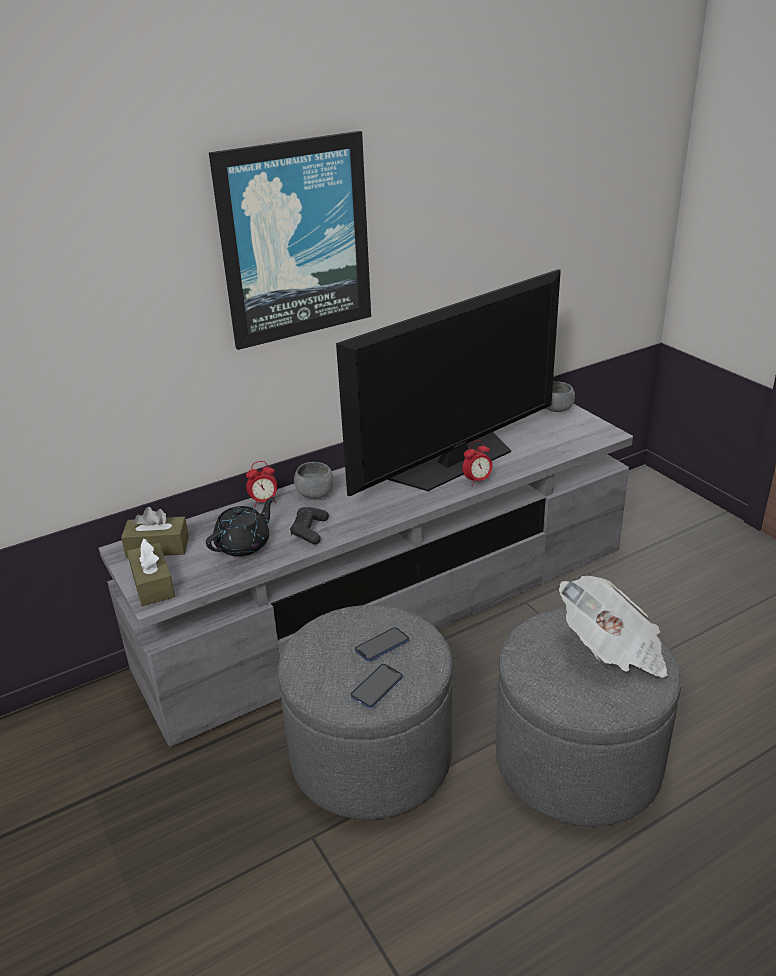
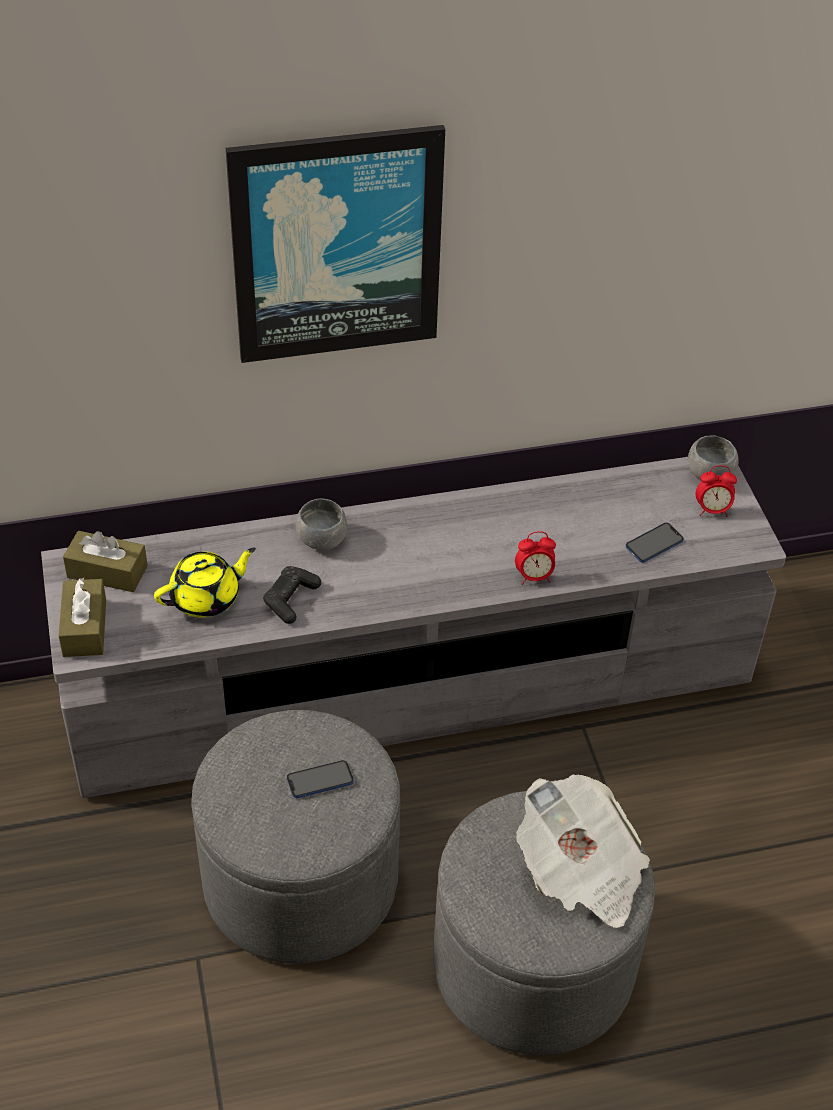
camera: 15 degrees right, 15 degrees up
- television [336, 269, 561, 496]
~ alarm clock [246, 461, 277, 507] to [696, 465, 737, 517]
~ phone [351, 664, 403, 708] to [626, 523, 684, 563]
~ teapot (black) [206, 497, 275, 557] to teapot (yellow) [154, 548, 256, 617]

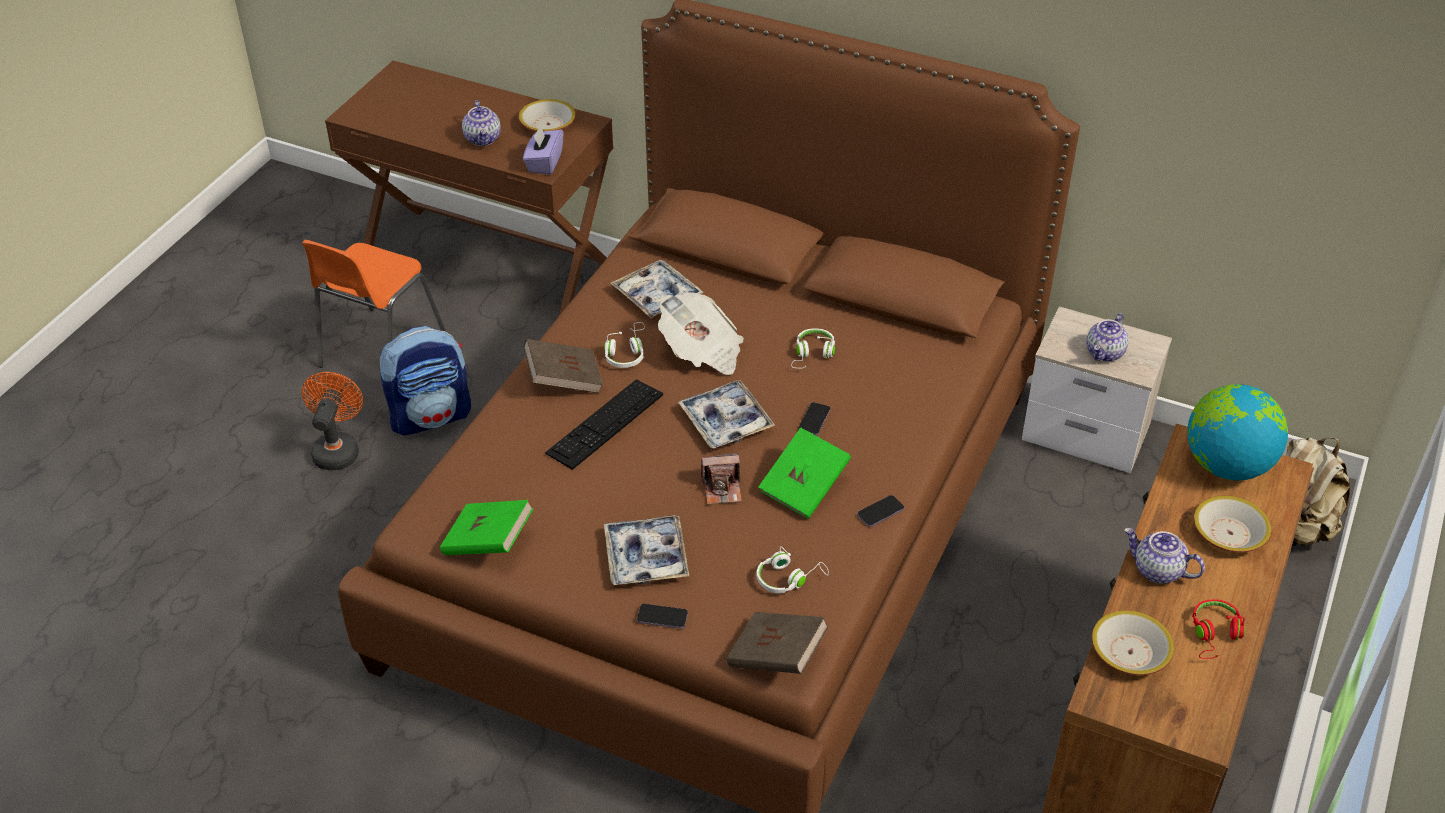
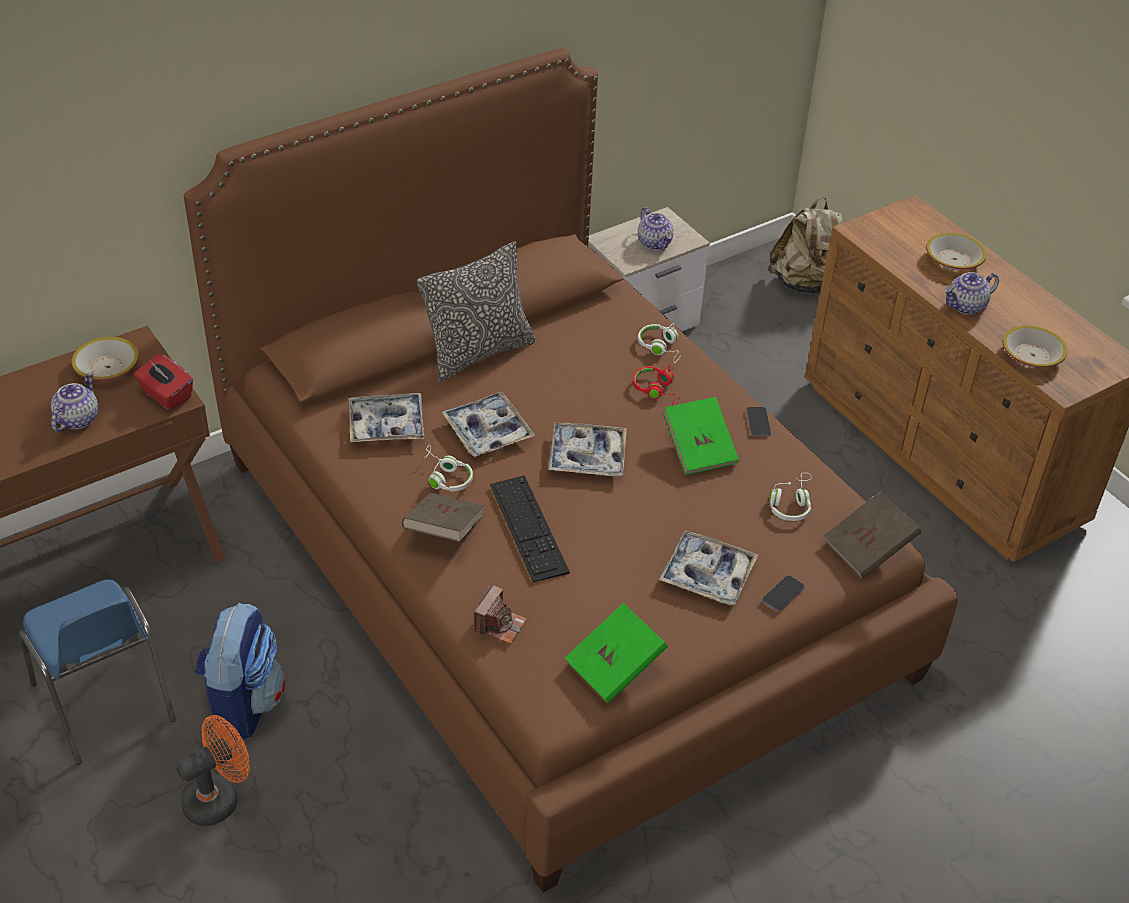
camera: 60 degrees left, 0 degrees up
- phone [798, 402, 830, 435]
- globe [1187, 384, 1288, 480]
+ pillow [417, 241, 535, 382]
~ photo camera [700, 453, 742, 505] to [474, 585, 527, 644]
~ headphones (white) [791, 328, 835, 368] to [638, 323, 681, 363]
~ headphones (red) [1192, 600, 1246, 659] to [633, 365, 680, 406]
~ newspaper [658, 292, 744, 375] to tray [442, 392, 535, 457]
~ chair (orange) [302, 240, 446, 368] to chair (blue) [19, 580, 176, 765]
~ tissue box (purple) [523, 125, 564, 175] to tissue box (red) [134, 353, 193, 410]
~ fan (orange) [302, 372, 363, 470] = [176, 715, 250, 826] 105 degrees clockwise
~ teapot [462, 100, 501, 146] = [51, 372, 98, 432] 90 degrees counterclockwise

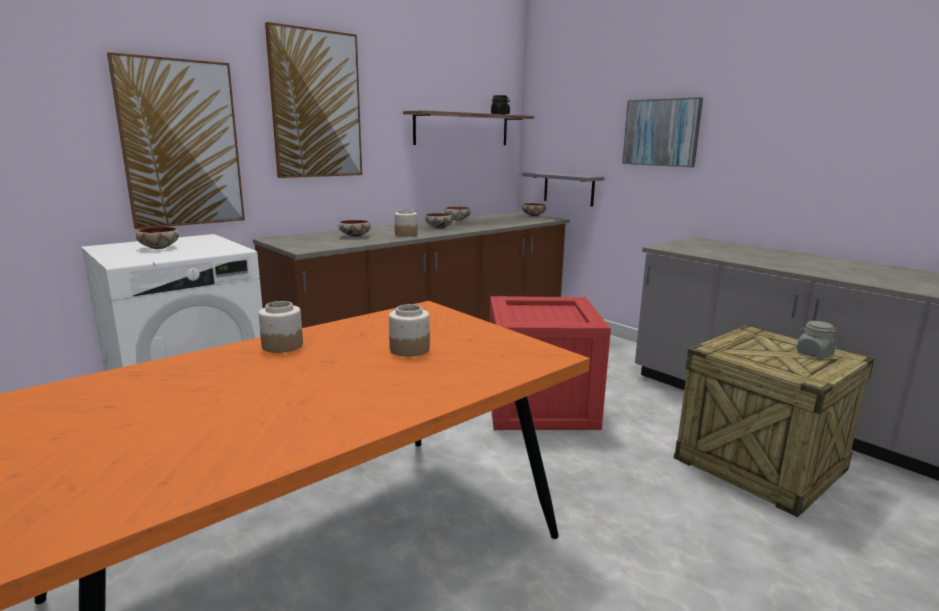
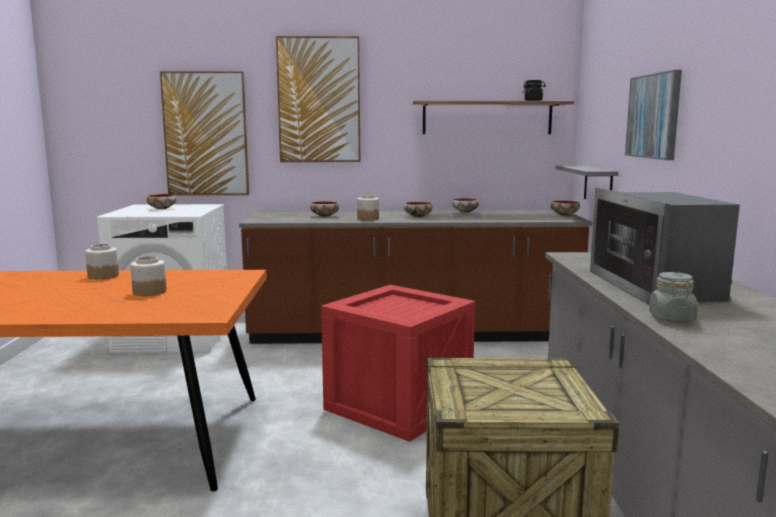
camera: 40 degrees right, 5 degrees down
+ microwave [590, 188, 740, 305]
~ jar (grey) [796, 321, 838, 358] to [649, 272, 698, 322]

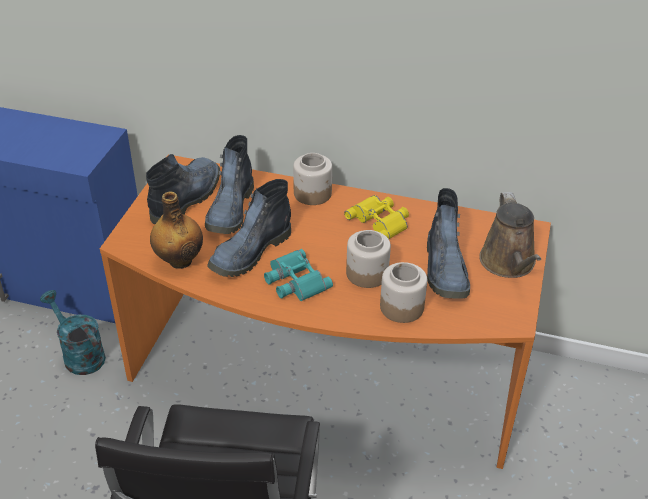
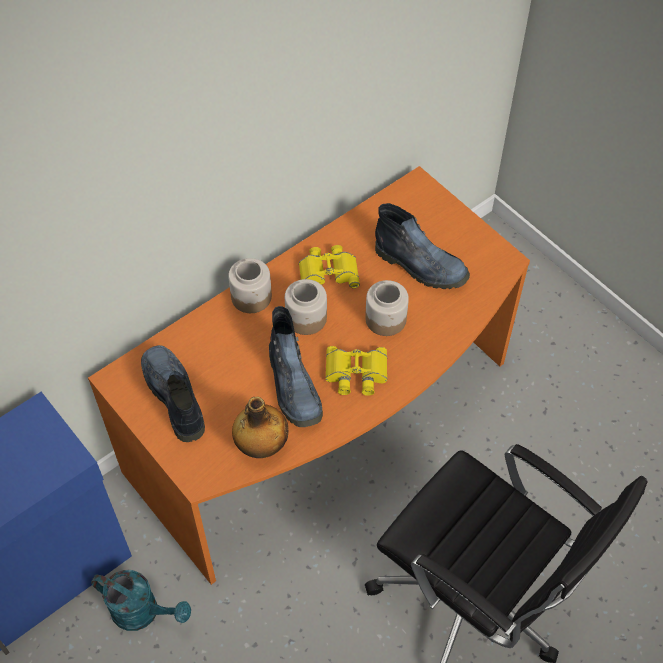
camera: 55 degrees left, 15 degrees up
- boot [205, 135, 254, 234]
- watering can (brown) [479, 192, 541, 278]
~ jar [380, 262, 427, 323] to [285, 279, 327, 335]
~ binoculars (turquoise) [264, 249, 333, 301] to binoculars (yellow) [325, 346, 387, 396]
~ watering can (turquoise) [40, 290, 106, 375] = [91, 570, 191, 631] 150 degrees counterclockwise

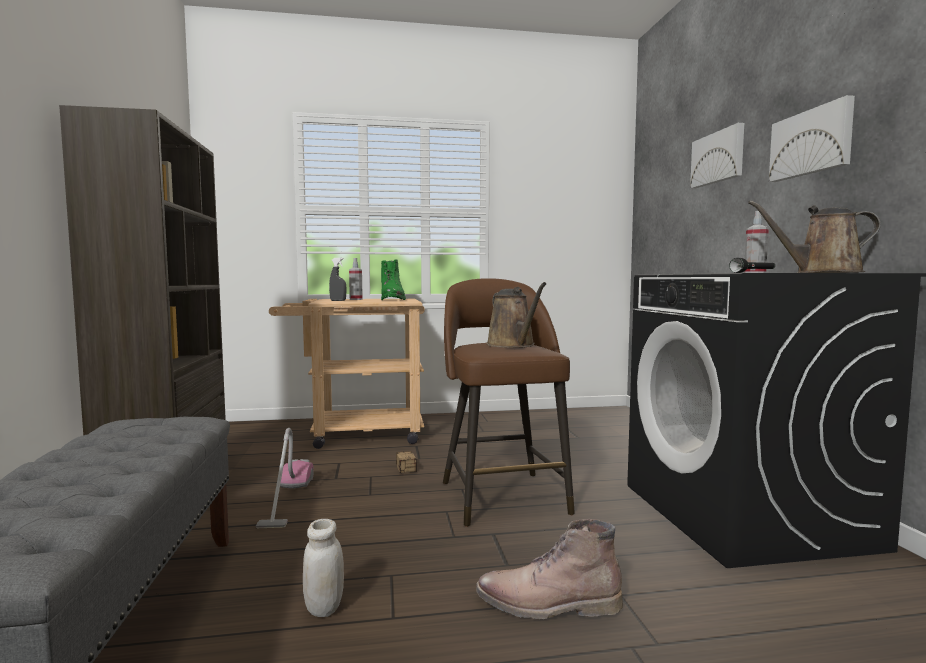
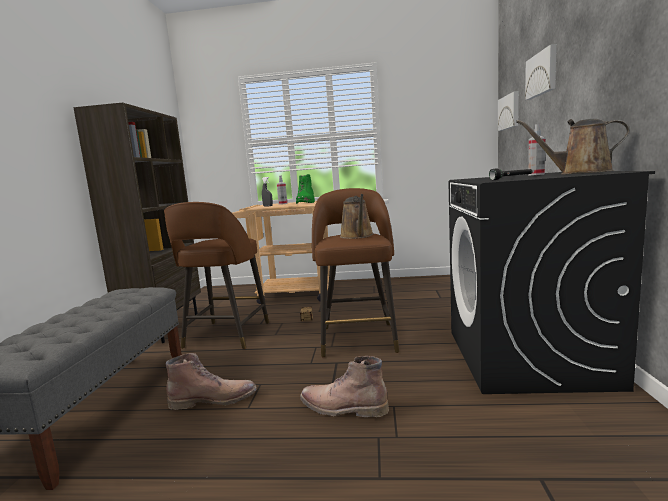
camera: 15 degrees right, 5 degrees up
~ picture [769, 95, 855, 182] to [498, 91, 519, 131]
~ vacuum cleaner [256, 428, 314, 528] to stool (brown) [164, 202, 269, 349]
~ jar (white) [303, 519, 344, 617] to boot (brown) [166, 353, 257, 410]

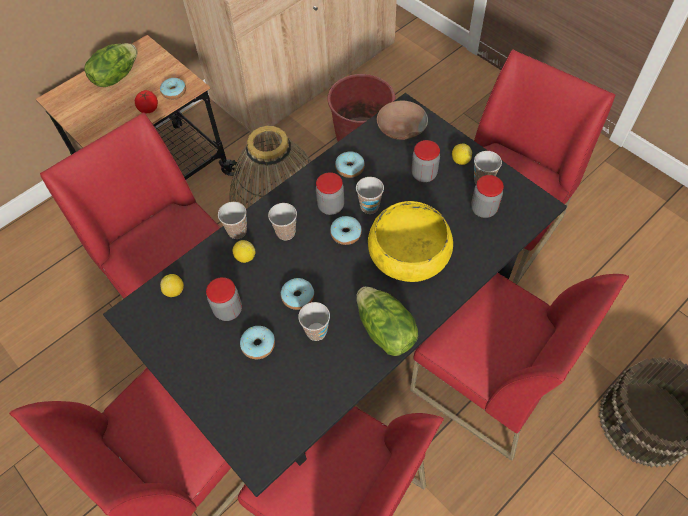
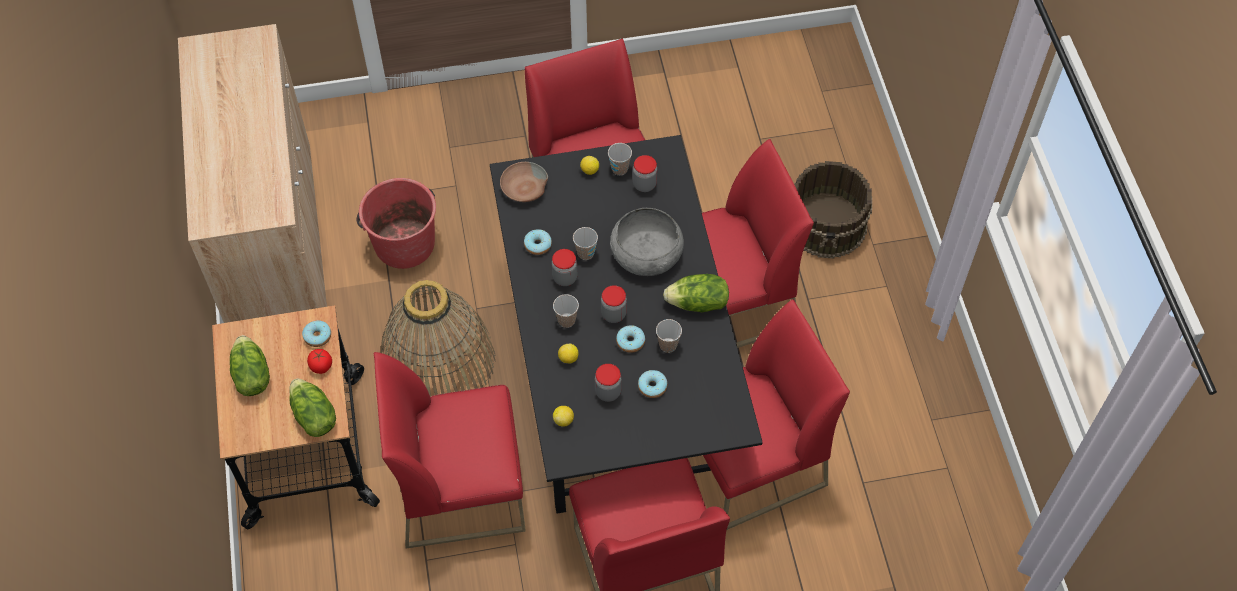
camera: 60 degrees left, 0 degrees up
- cup [218, 202, 247, 239]
- donut [330, 216, 362, 245]
+ lettuce [289, 379, 336, 437]
~ jar [411, 140, 440, 182] to [601, 285, 627, 323]
~ bowl (yellow) [368, 201, 453, 282] to bowl (grey) [610, 208, 684, 276]

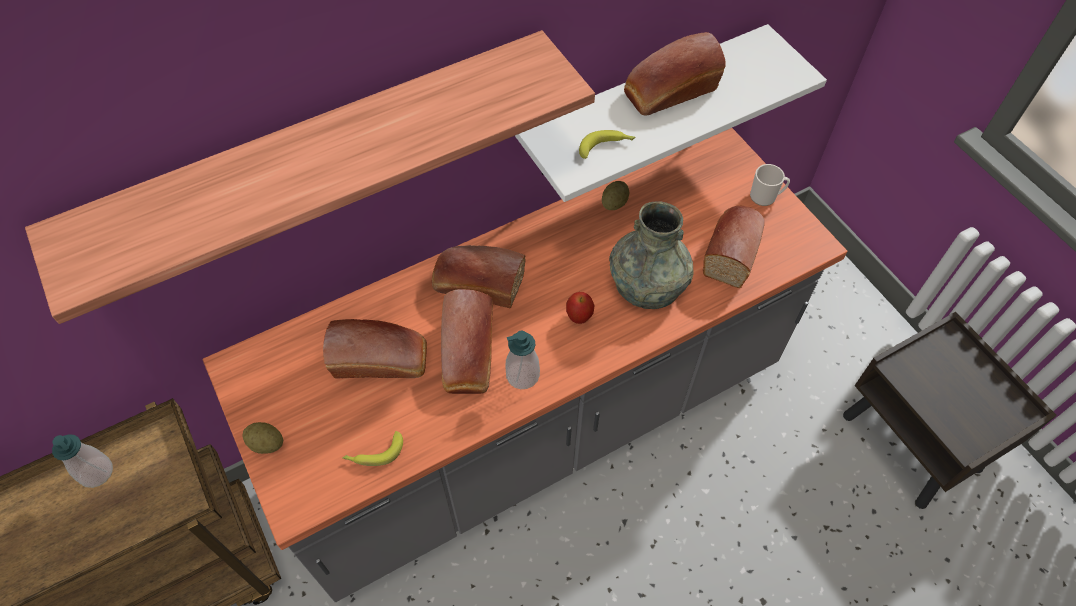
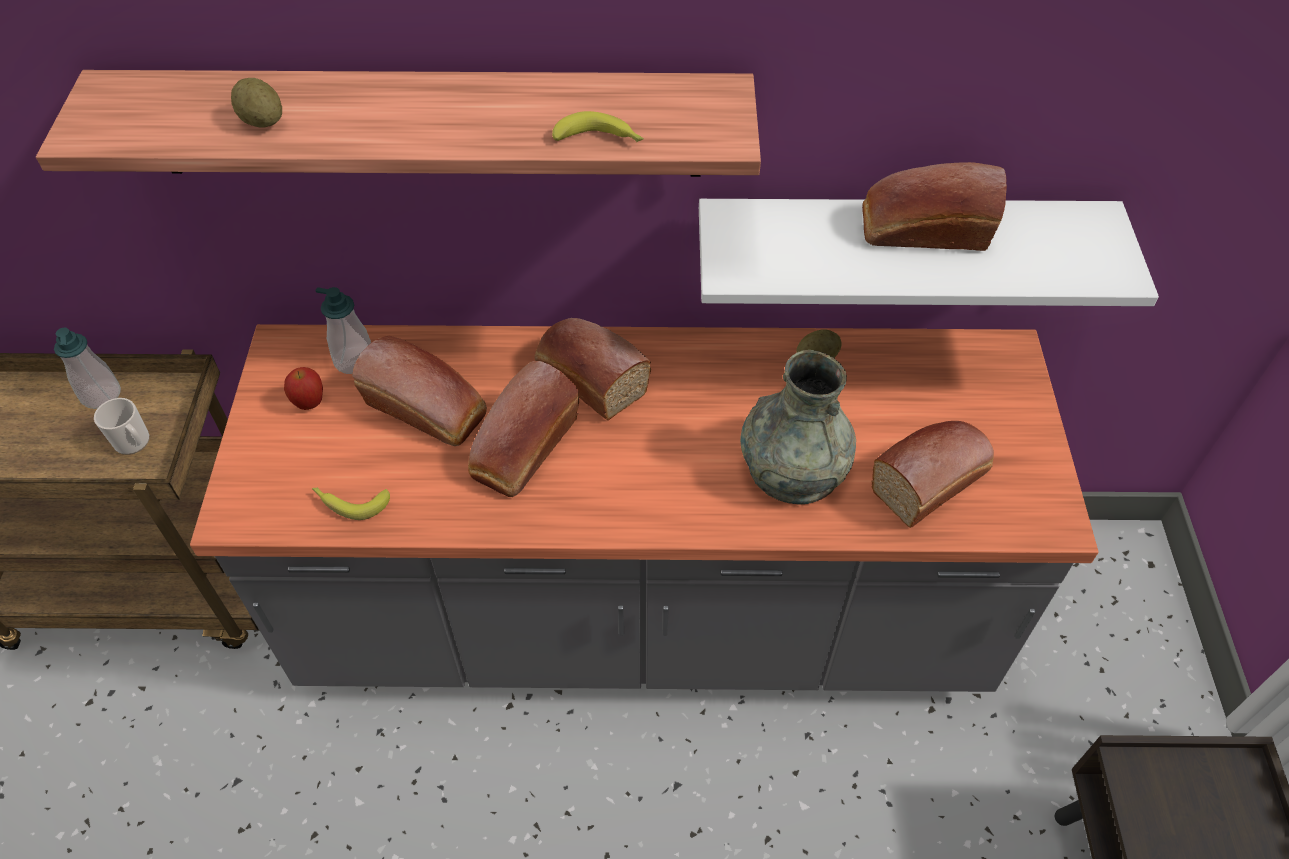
camera: 30 degrees right, 5 degrees down
~ potato [242, 422, 283, 454] to [231, 78, 282, 128]
~ soap dispenser [505, 331, 540, 389] to [316, 287, 371, 374]
~ apple [566, 292, 594, 324] to [284, 367, 323, 410]
~ banana [579, 130, 635, 159] to [552, 111, 644, 142]
~ mug [750, 164, 790, 206] to [94, 398, 150, 455]

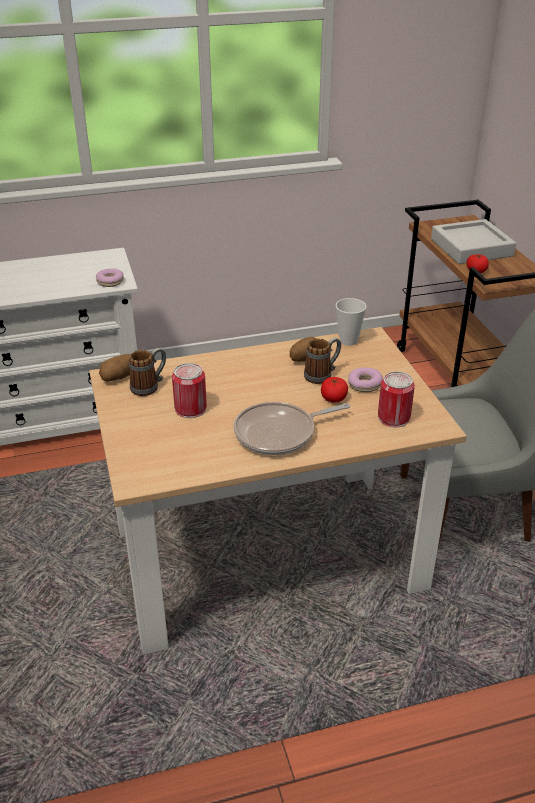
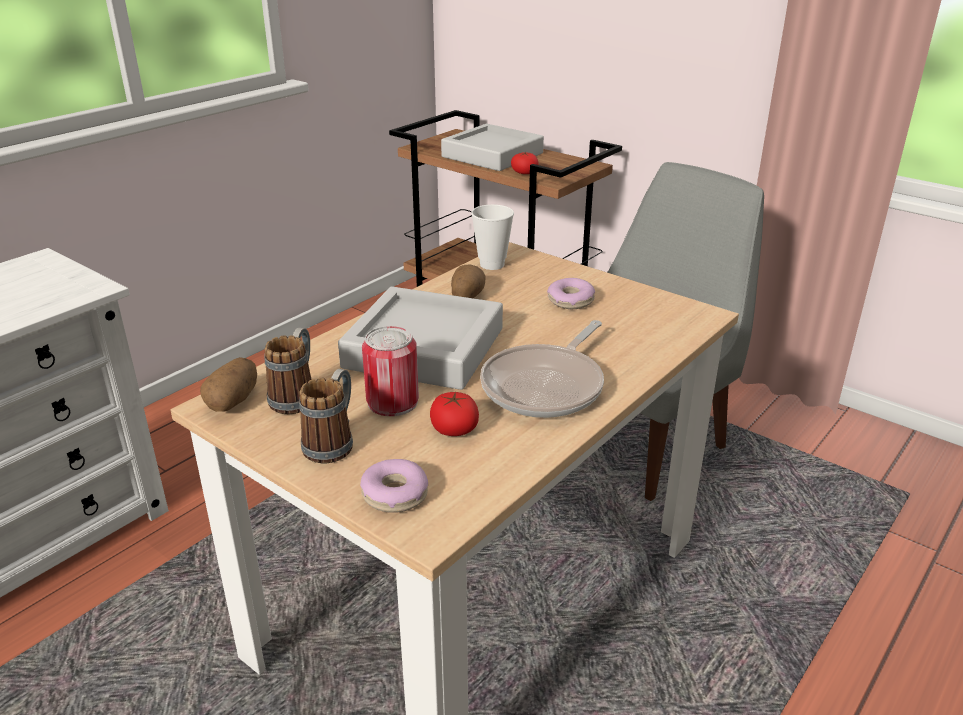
camera: 35 degrees left, 5 degrees down
- can [378, 372, 415, 427]
+ tray (grey) [338, 287, 503, 390]
~ donut [96, 268, 124, 287] to [360, 459, 428, 513]
~ mug [304, 338, 341, 384] to [299, 369, 353, 463]
~ tomato [321, 377, 348, 403] to [430, 392, 479, 436]

